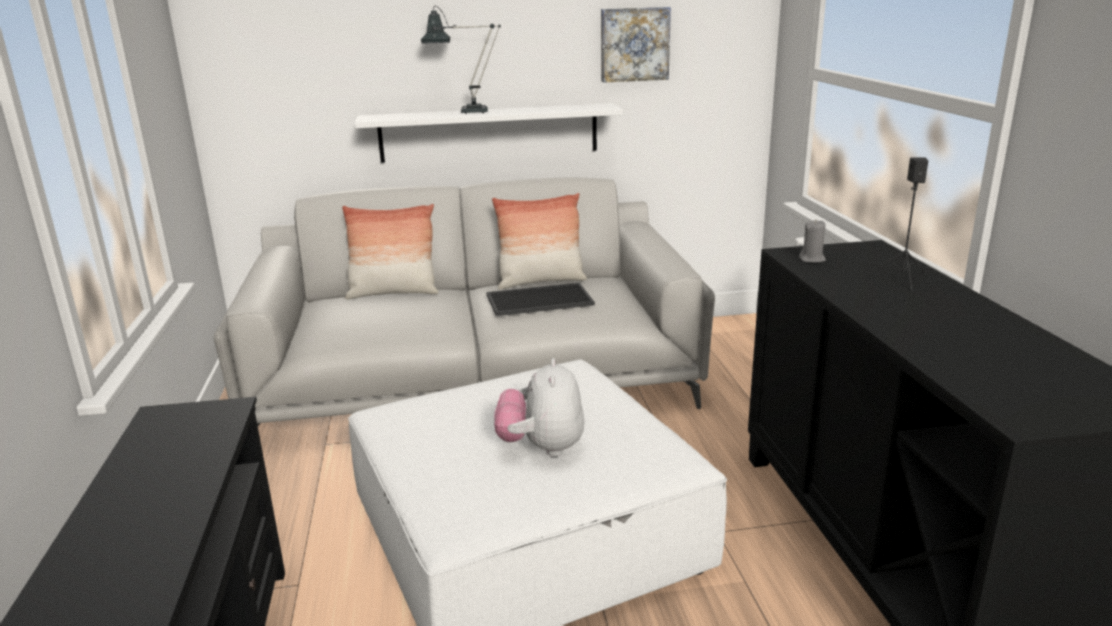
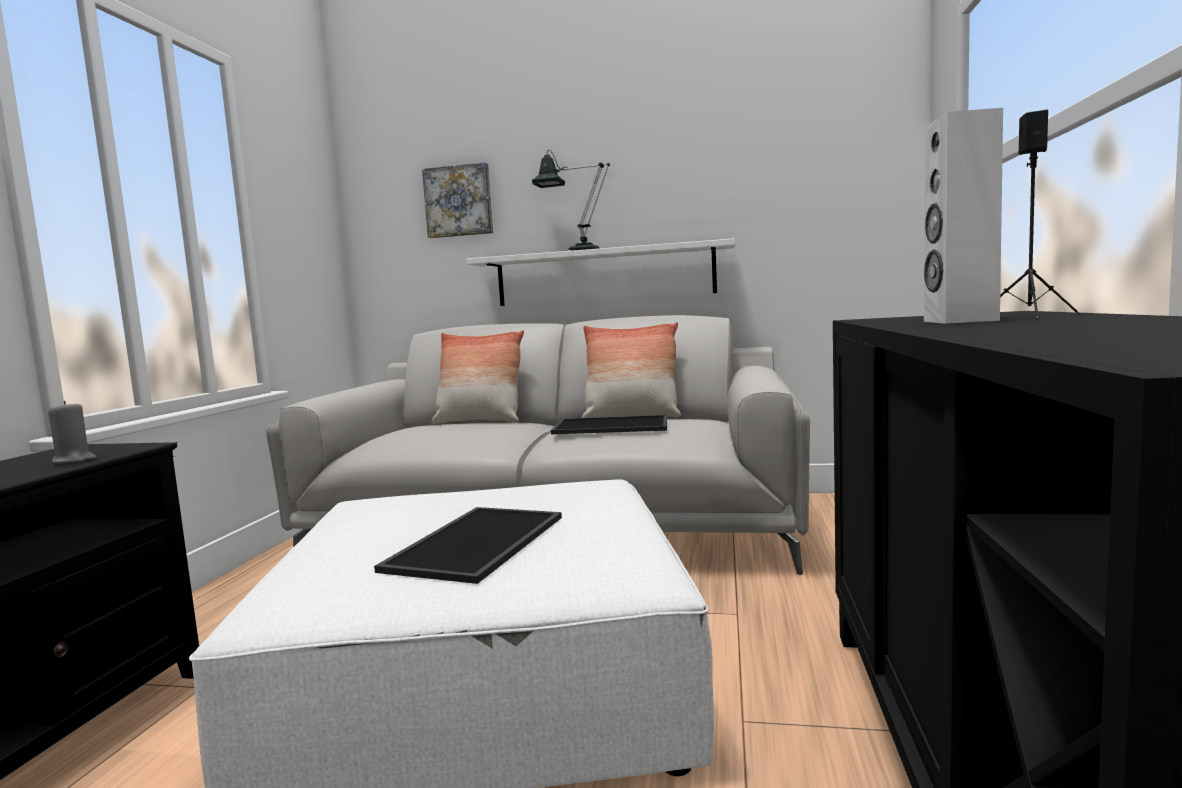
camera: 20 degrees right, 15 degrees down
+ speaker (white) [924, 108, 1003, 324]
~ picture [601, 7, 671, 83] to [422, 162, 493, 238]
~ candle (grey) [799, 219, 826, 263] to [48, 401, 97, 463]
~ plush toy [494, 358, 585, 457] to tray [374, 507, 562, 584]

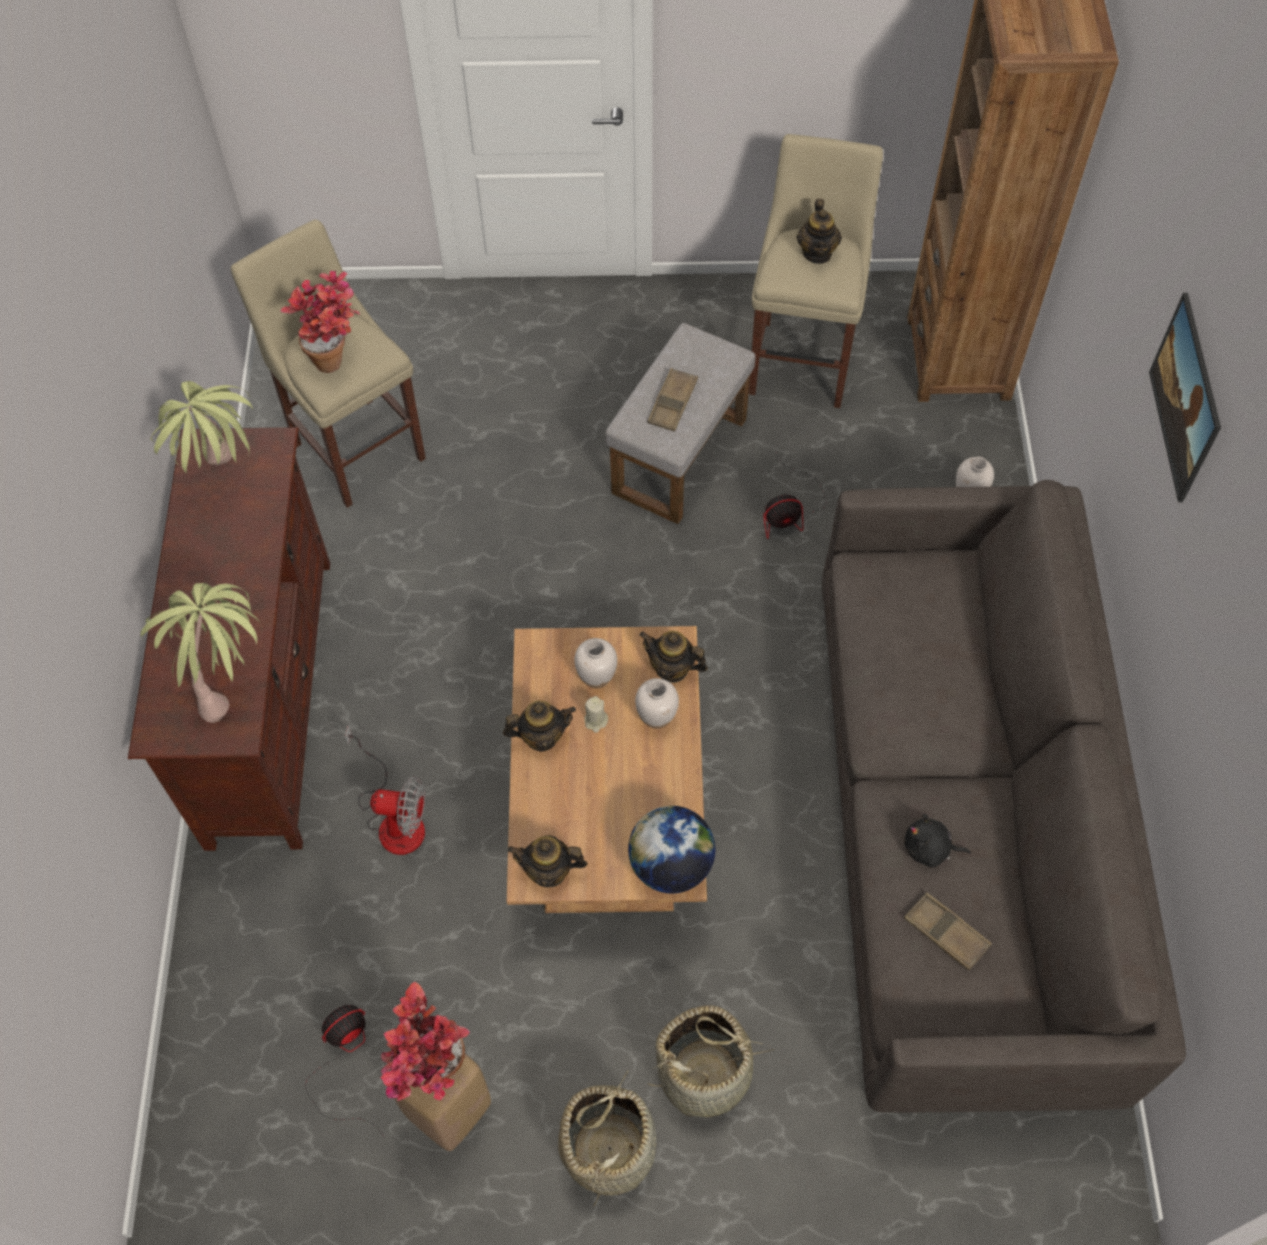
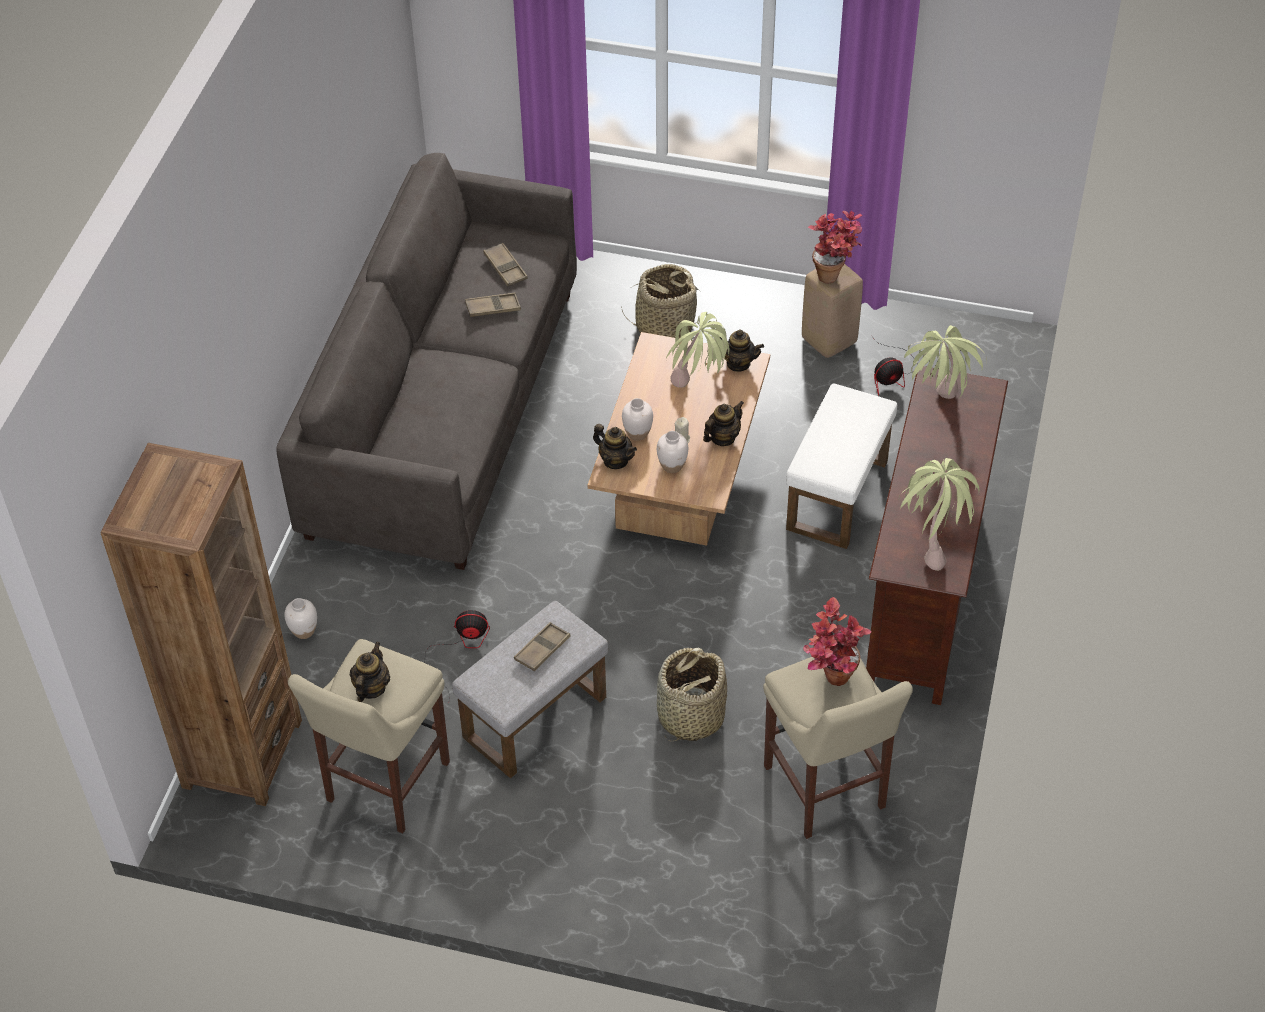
camera: 165 degrees left, 10 degrees down
- globe [628, 806, 715, 894]
- picture [1149, 293, 1221, 502]
+ potted plant [666, 312, 729, 388]
~ basket [558, 1070, 656, 1206] to [657, 648, 727, 741]
~ fan [345, 726, 425, 855] to ottoman (white) [786, 384, 897, 549]
~ plush toy (black) [905, 814, 971, 867] to tray (brown) [465, 293, 521, 317]
~ teapot [503, 701, 576, 752] = [703, 401, 744, 446] 135 degrees clockwise

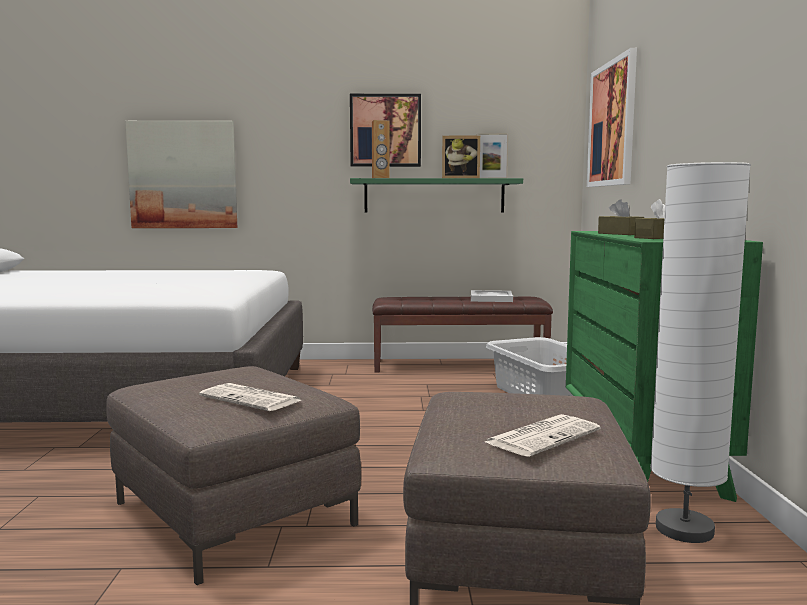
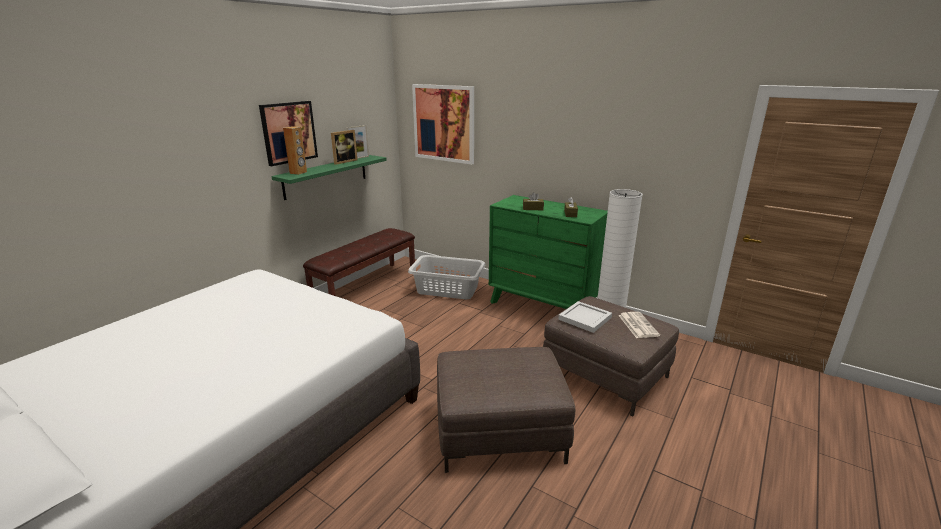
camera: 55 degrees left, 15 degrees up
- picture [125, 121, 237, 228]
- newspaper [199, 383, 301, 411]
~ tray (white) [471, 290, 513, 302] to [558, 301, 612, 333]

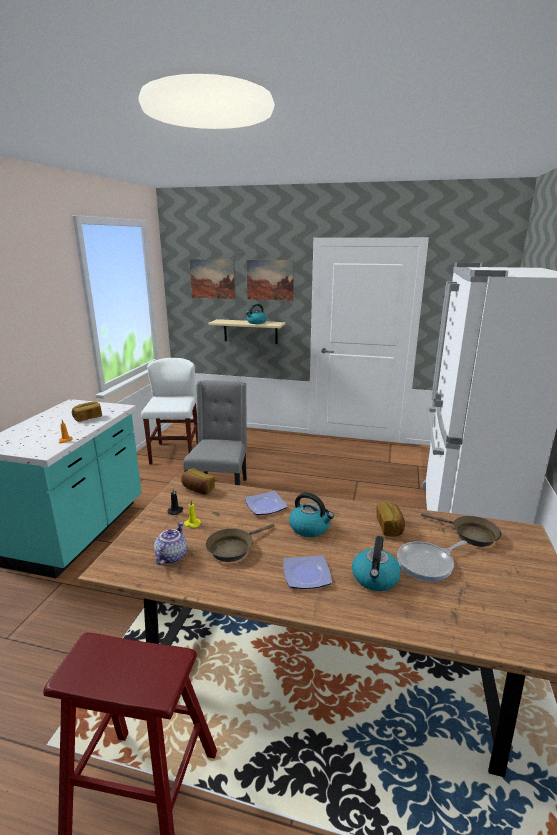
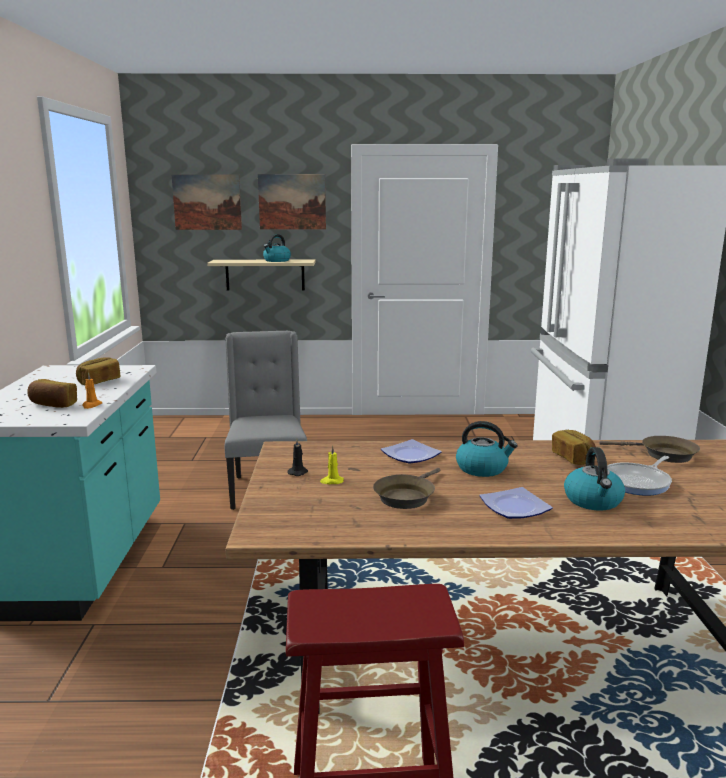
camera: 15 degrees left, 5 degrees down
- chair (white) [141, 358, 198, 464]
- teapot [154, 522, 187, 565]
~ bread [181, 468, 215, 495] to [27, 379, 77, 408]

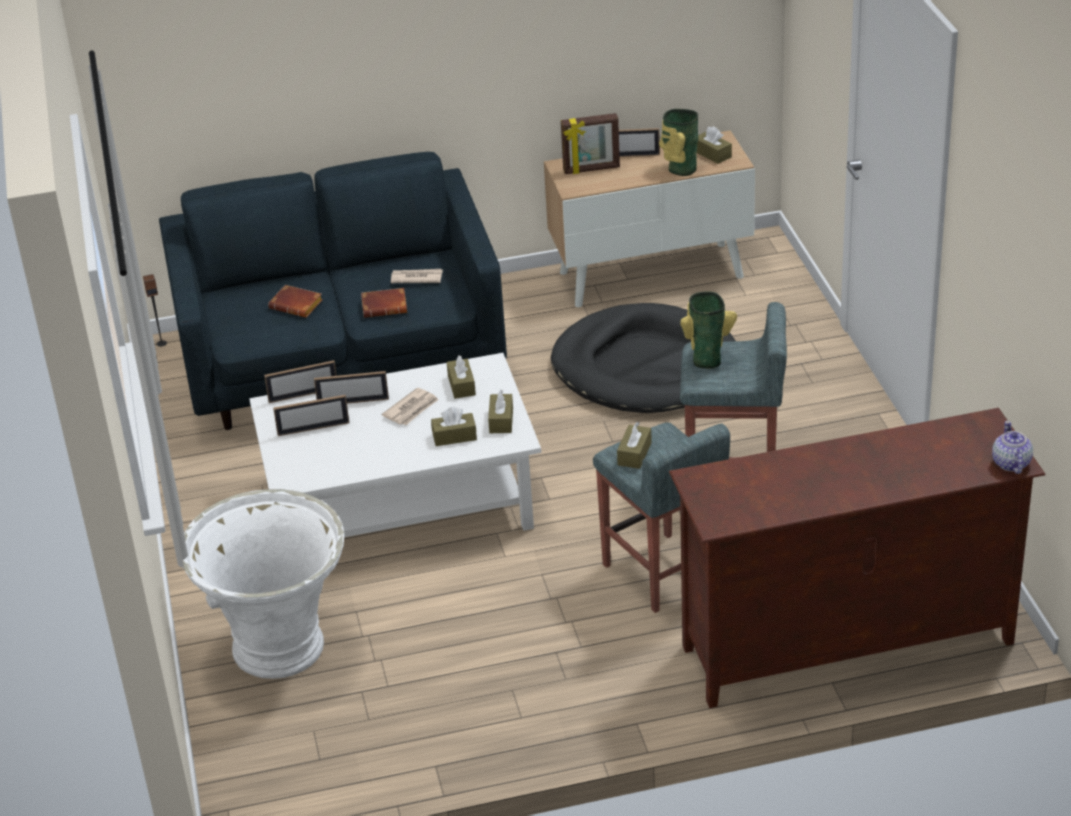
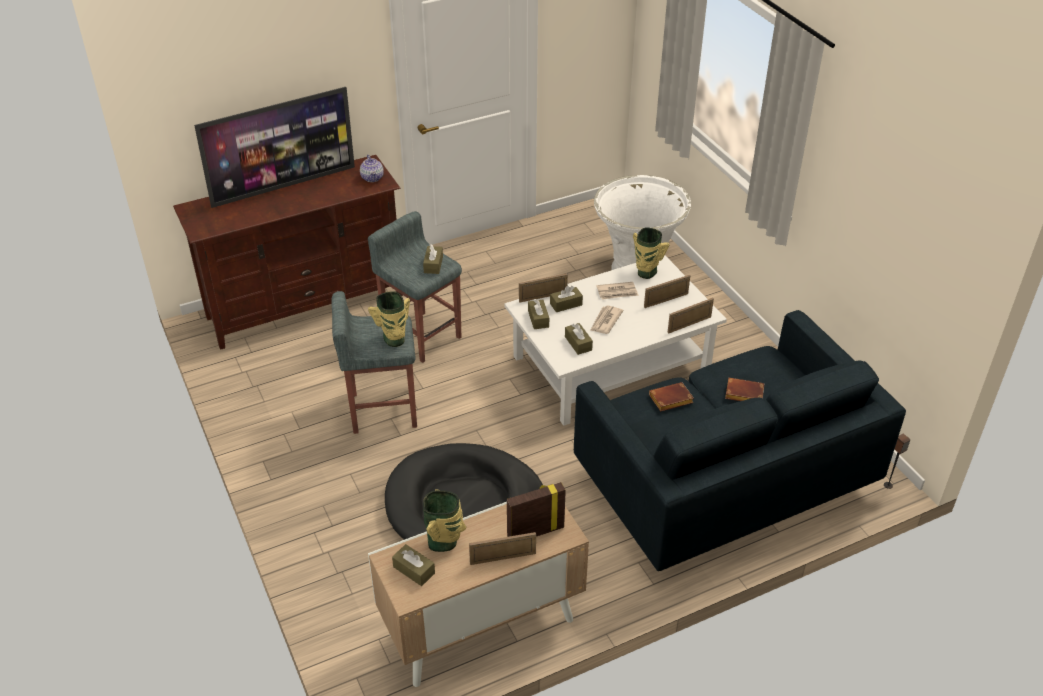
camera: 165 degrees right, 5 degrees up
+ television [194, 87, 355, 208]
+ vase [633, 227, 669, 279]
~ picture frame [314, 371, 389, 404] to [519, 273, 568, 303]
~ newspaper [391, 269, 443, 283] to [596, 282, 638, 300]
~ teapot [992, 421, 1033, 474] to [360, 155, 384, 182]

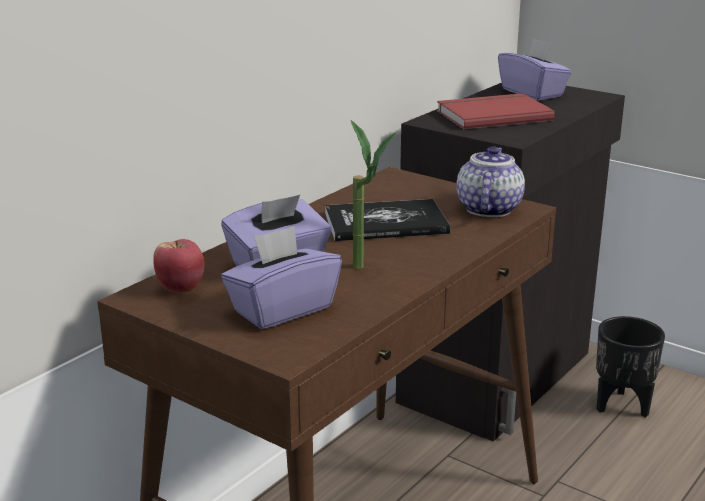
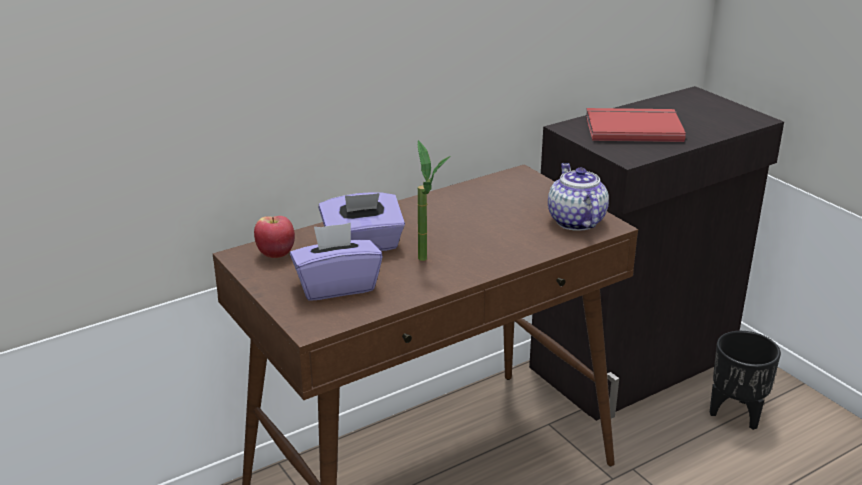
camera: 20 degrees right, 5 degrees up
- book [325, 199, 450, 241]
- tissue box (purple) [498, 38, 572, 101]
~ teapot [456, 146, 525, 217] = [548, 163, 609, 231] 45 degrees counterclockwise

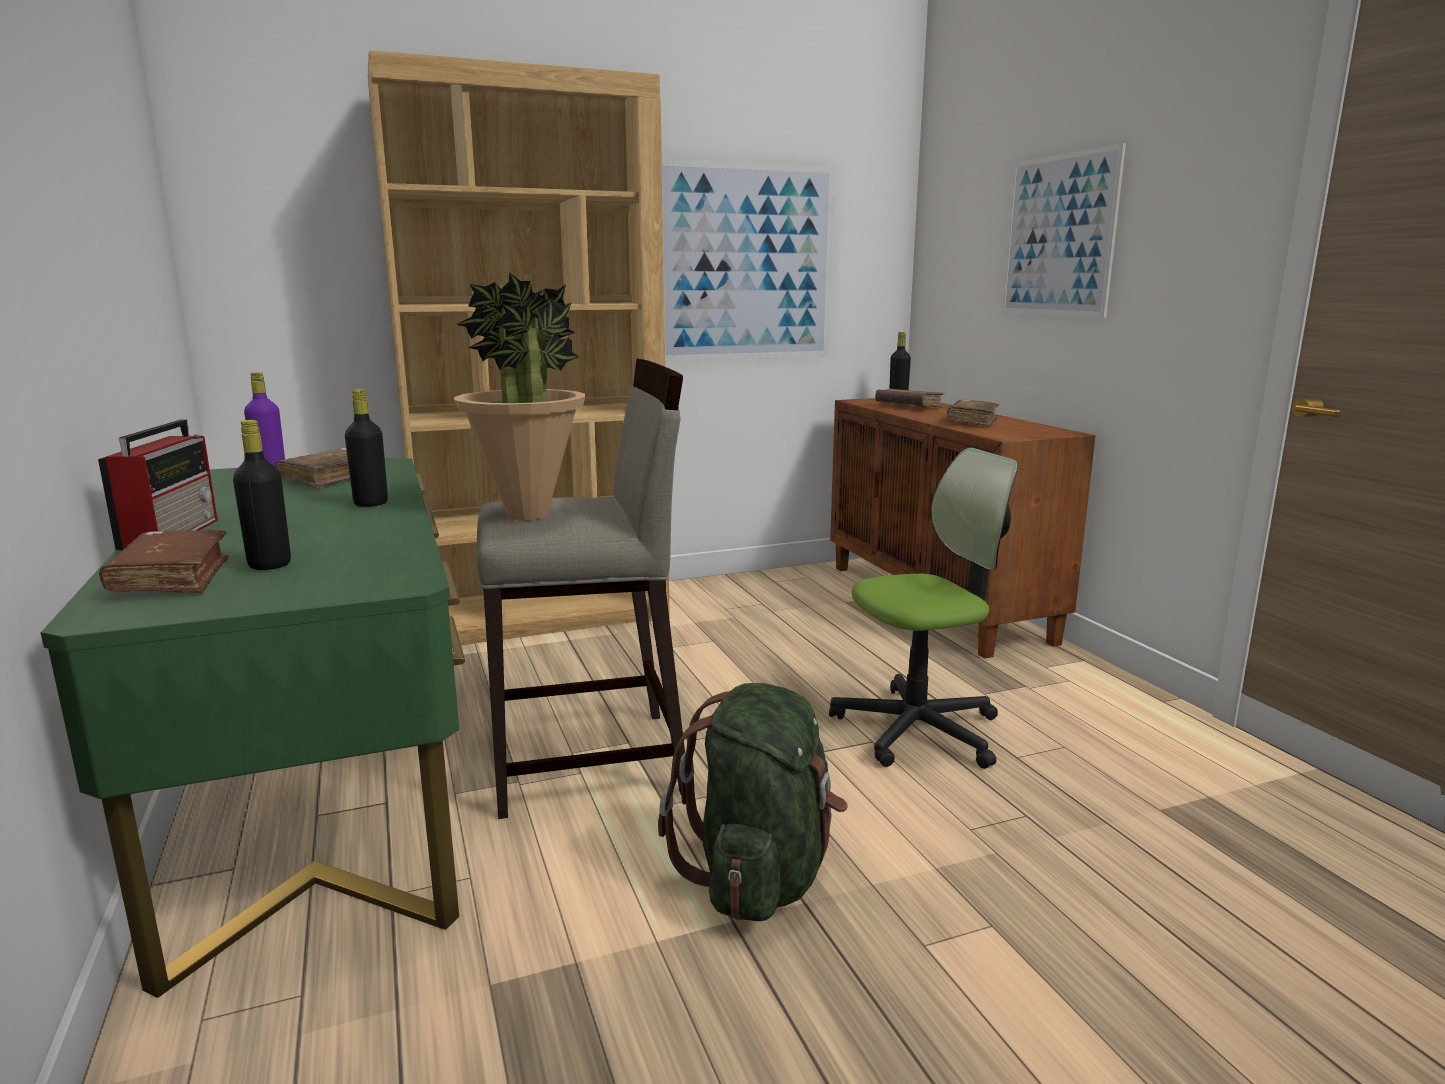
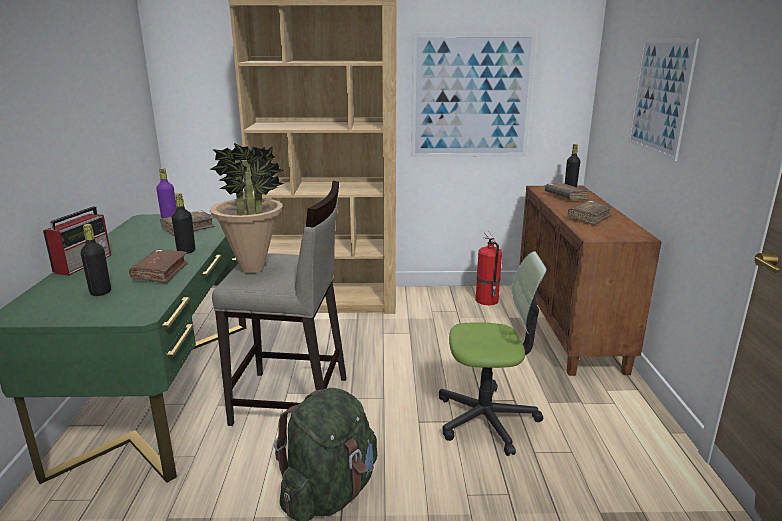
camera: 20 degrees right, 5 degrees up
+ fire extinguisher [476, 232, 502, 305]
~ book (brown) [99, 530, 228, 593] to [129, 250, 188, 283]

